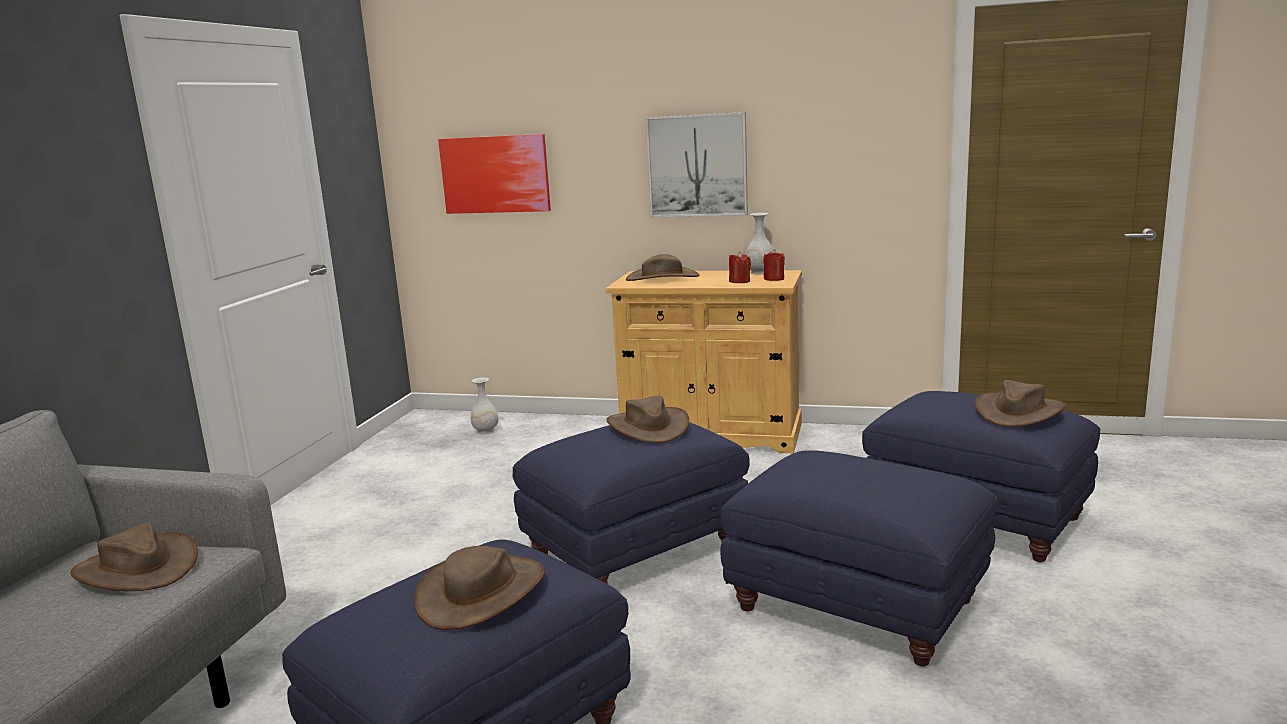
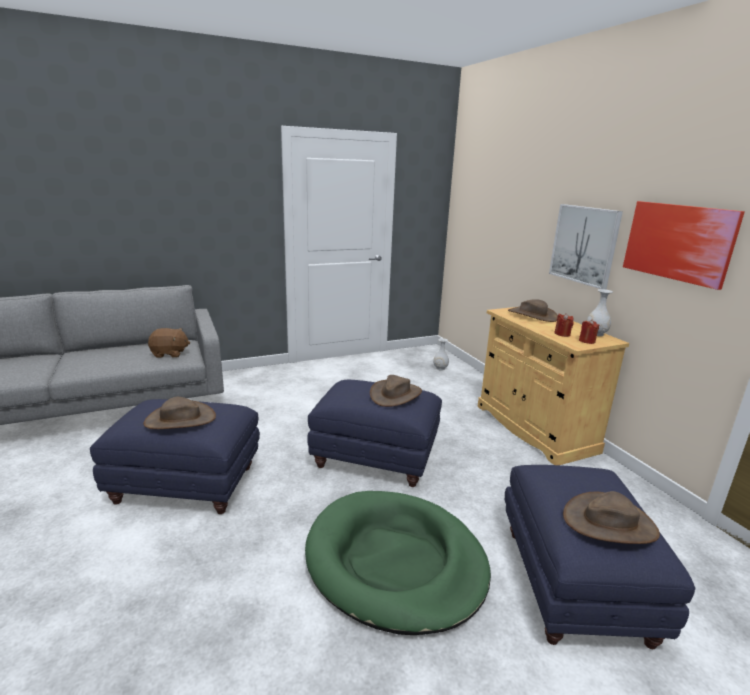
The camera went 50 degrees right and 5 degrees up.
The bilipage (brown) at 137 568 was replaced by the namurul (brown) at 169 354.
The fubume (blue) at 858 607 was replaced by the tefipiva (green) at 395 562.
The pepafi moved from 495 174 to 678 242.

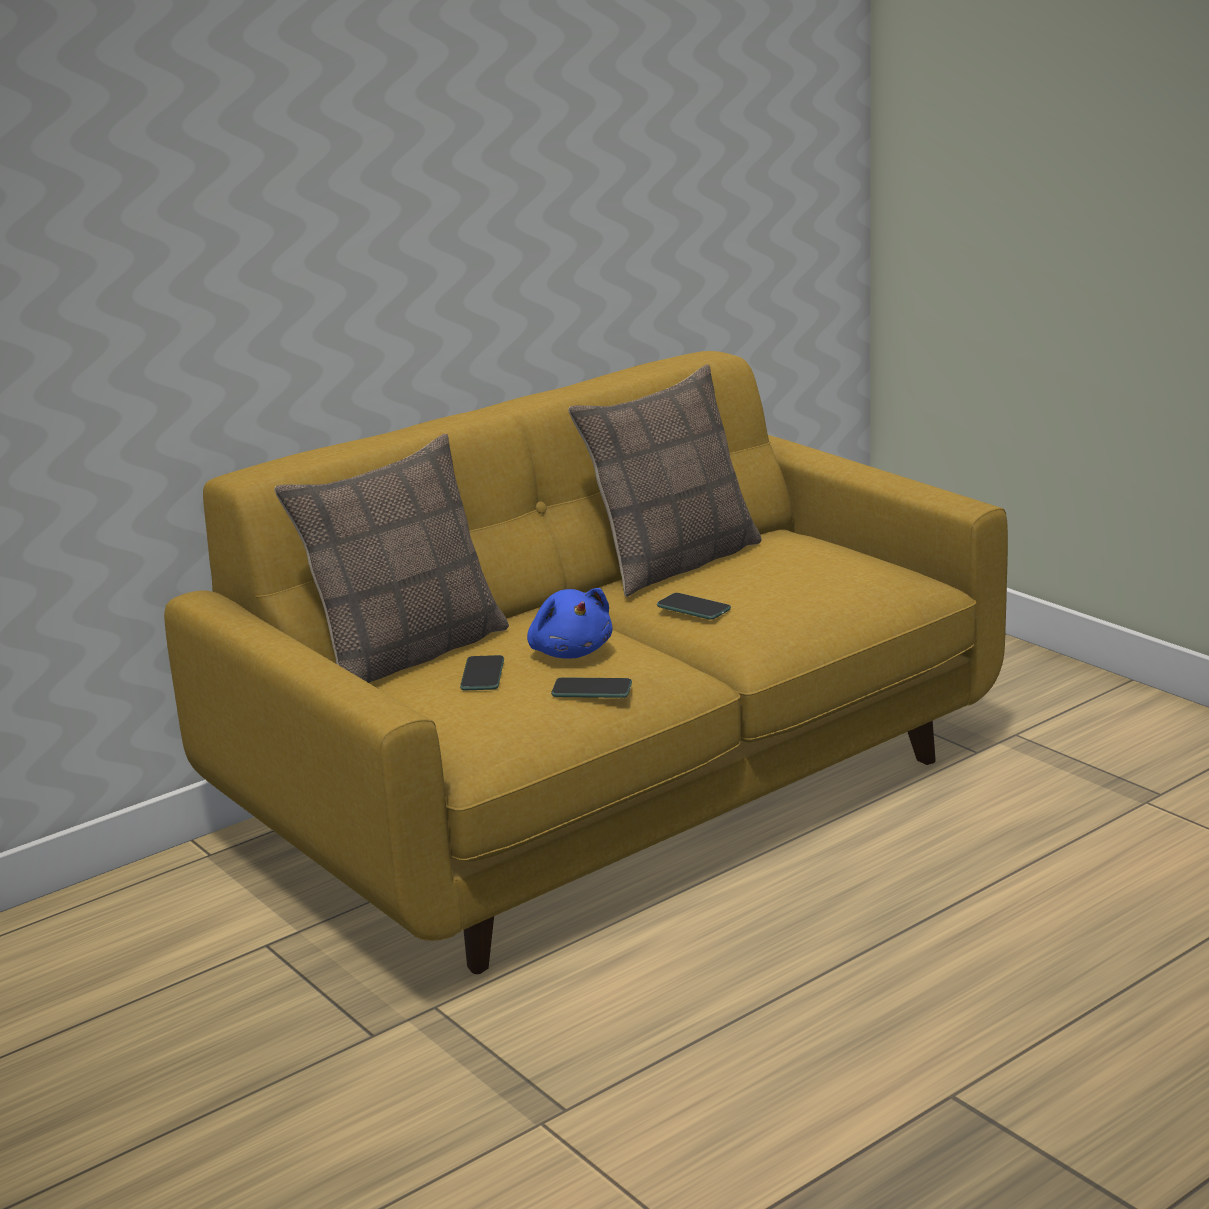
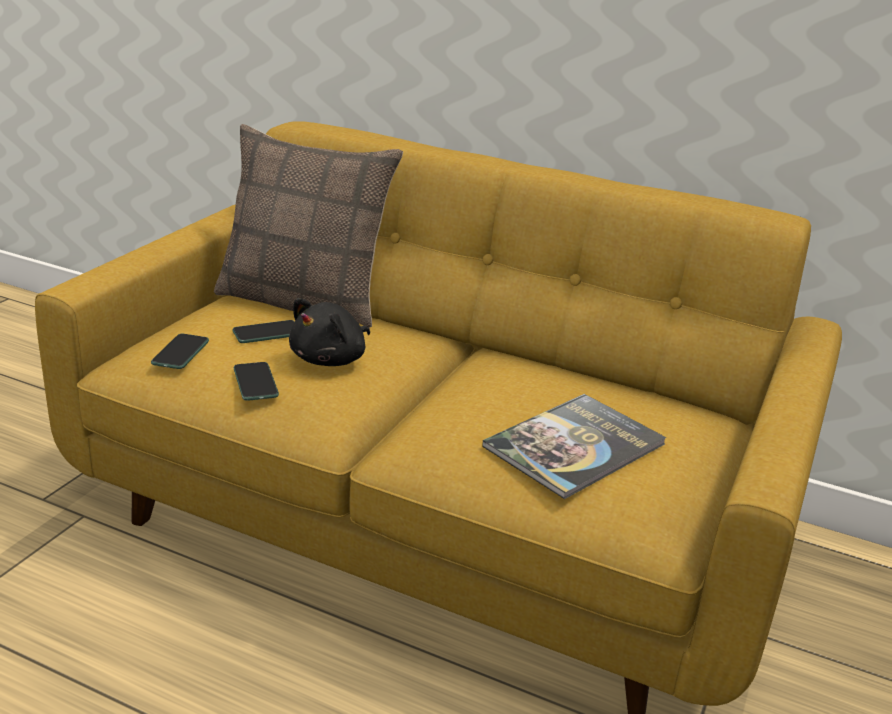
The camera went 60 degrees right and 5 degrees up.
The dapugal moved from 693 608 to 180 353.
The namurul (blue) at 570 652 became the namurul (black) at 331 359.
The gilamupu at 574 446 appeared.
The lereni at 673 562 disappeared.

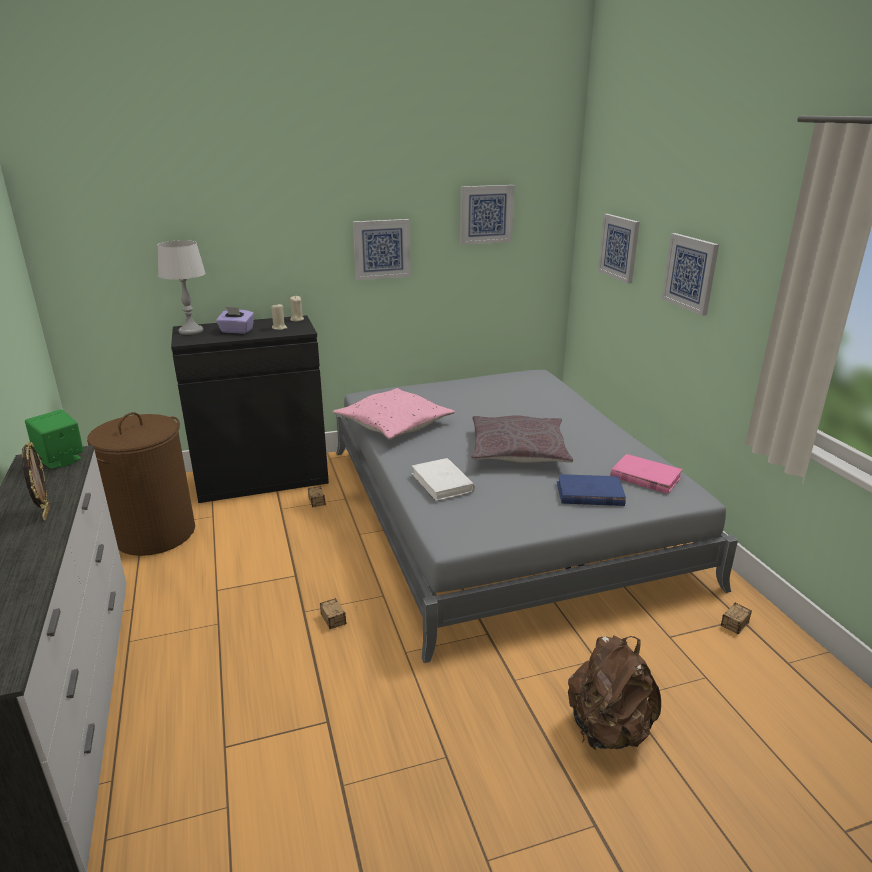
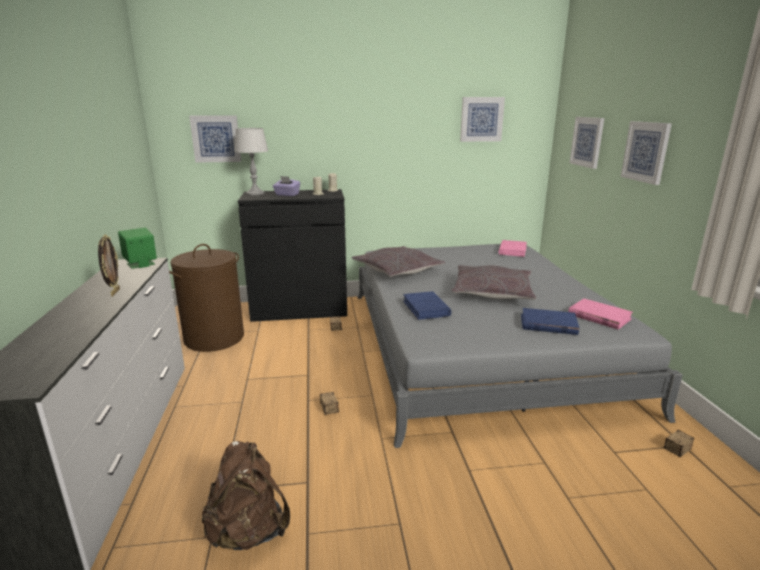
The camera went 10 degrees right and 5 degrees down.
The pepafi moved from 381 249 to 216 139.
The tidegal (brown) moved from 607 729 to 248 532.
The lereni (pink) at 394 424 became the lereni (grey) at 397 270.
The gilamupu (white) at 442 483 became the gilamupu (blue) at 426 308.
The gilamupu (pink) at 512 250 appeared.

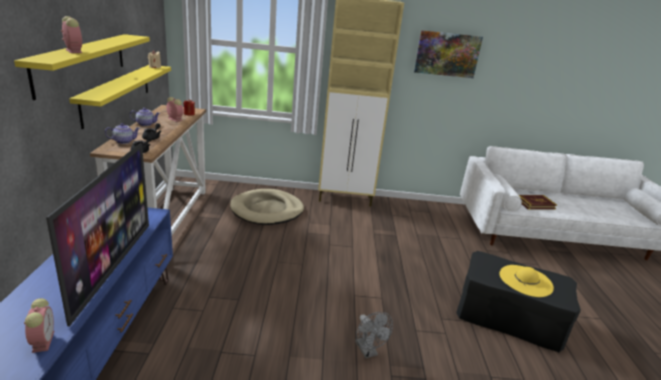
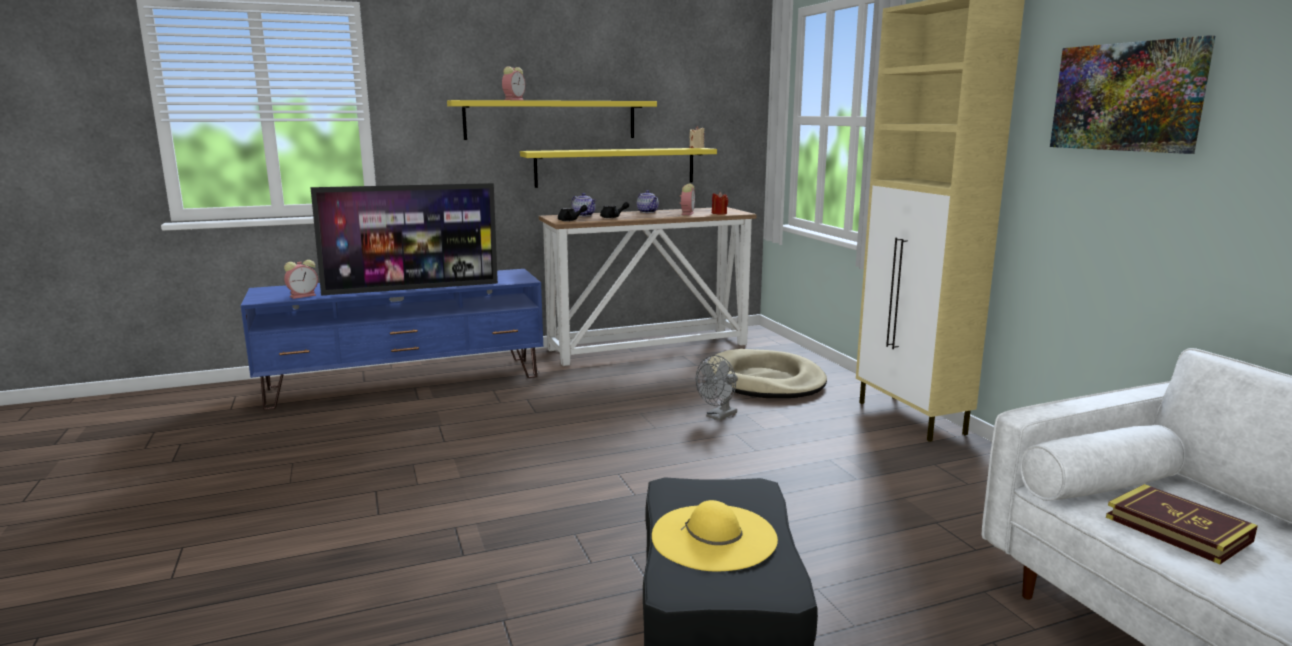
The camera went 70 degrees right and 10 degrees down.
The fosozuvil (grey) moved from 368 351 to 718 416.

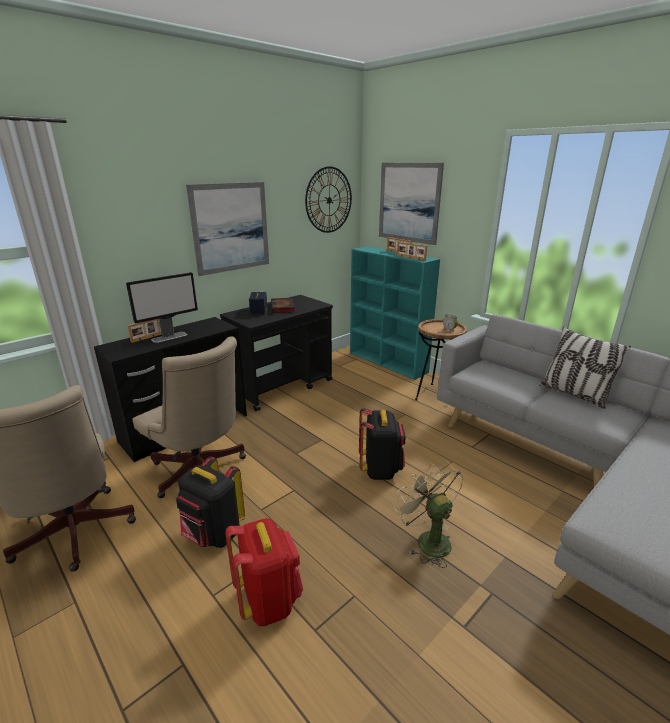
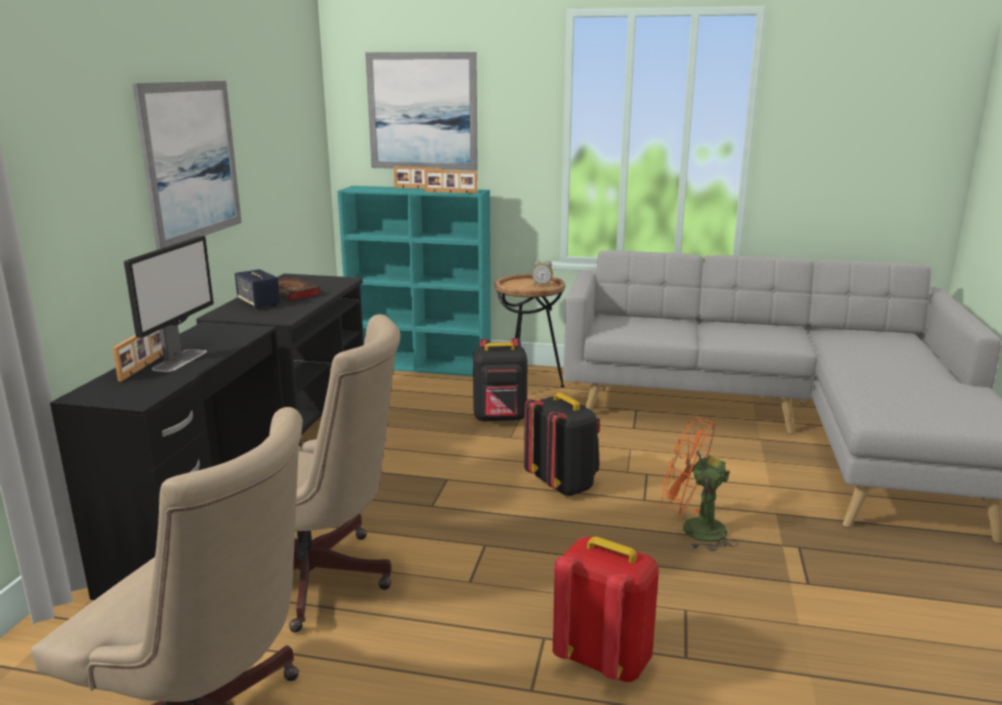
The camera went 35 degrees left and 5 degrees down.
The tidegal (black) moved from 213 535 to 500 419.
The fosozuvil (beige) at 427 539 became the fosozuvil (orange) at 693 529.
The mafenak at 329 200 disappeared.
The lereni at 574 394 disappeared.

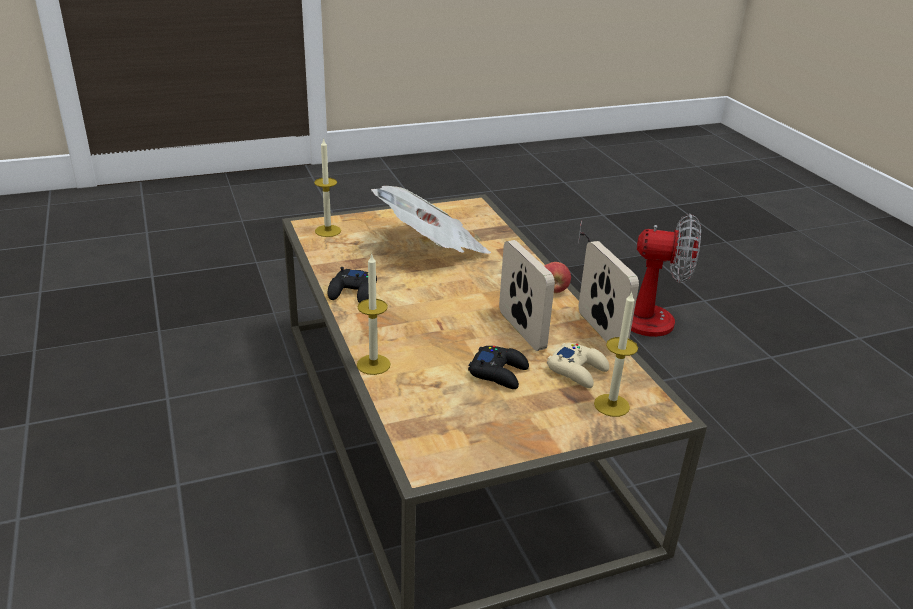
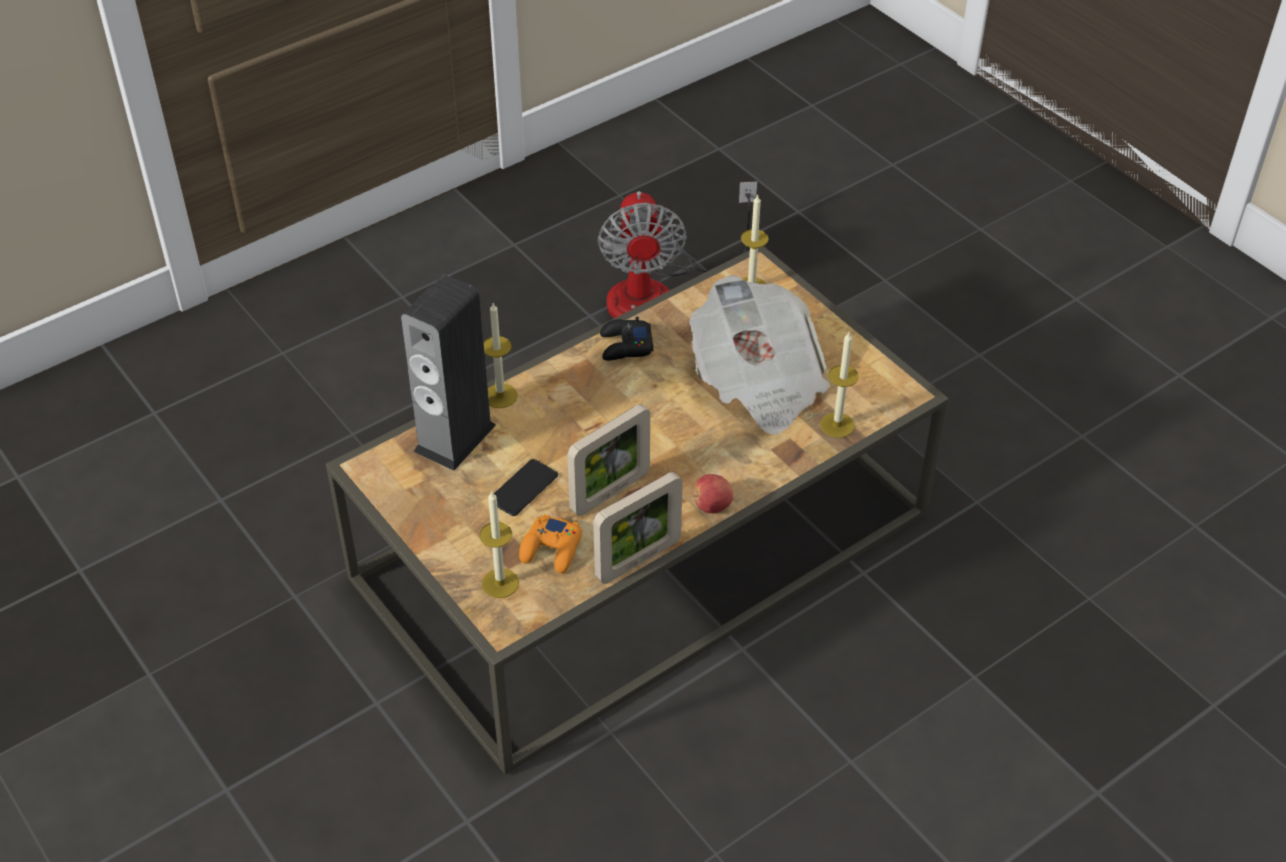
The camera went 75 degrees right and 15 degrees up.
The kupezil at 455 438 appeared.
The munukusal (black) at 499 372 was replaced by the dapugal at 523 488.
The munukusal (beige) at 578 370 became the munukusal (orange) at 552 549.
The fosozuvil moved from 634 311 to 659 292.
The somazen at 837 425 appeared.

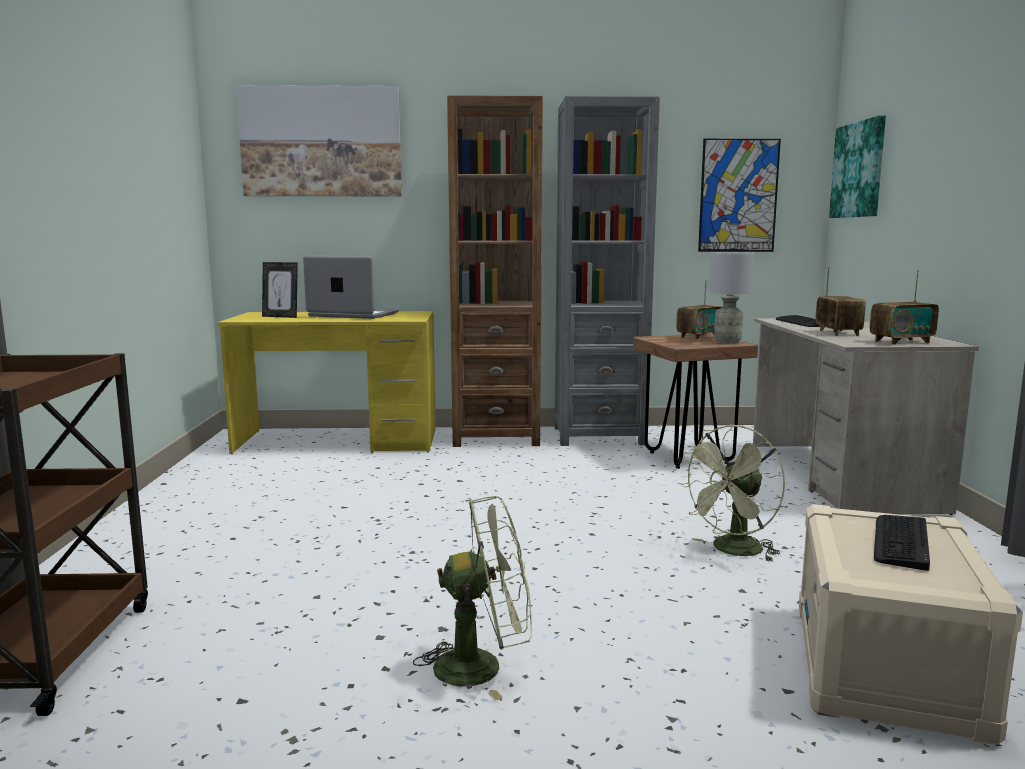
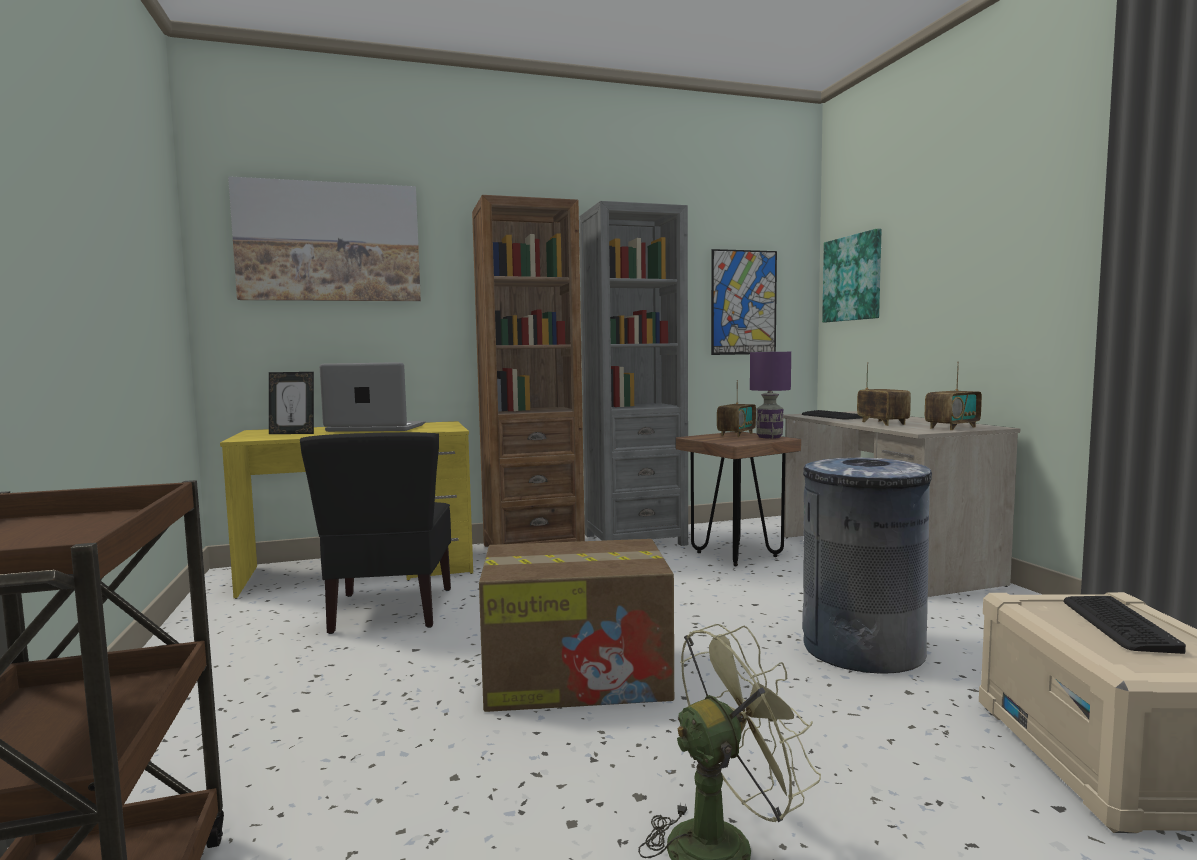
The camera went 15 degrees left and 5 degrees down.
The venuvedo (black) at 390 610 appeared.
The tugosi at 579 676 appeared.
The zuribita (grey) at 728 341 became the zuribita (purple) at 770 437.
The fosozuvil (green) at 733 551 was replaced by the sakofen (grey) at 861 649.

